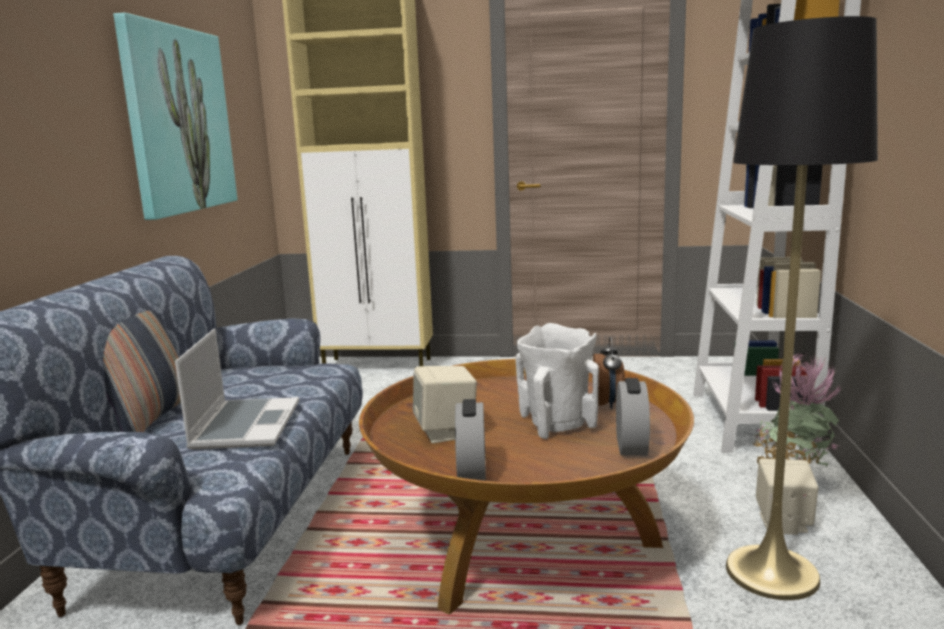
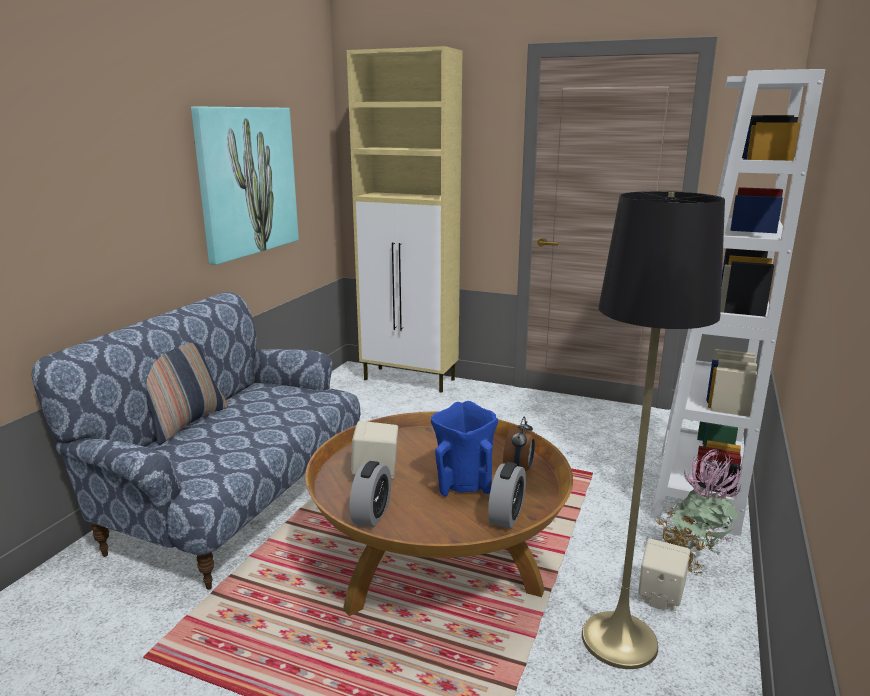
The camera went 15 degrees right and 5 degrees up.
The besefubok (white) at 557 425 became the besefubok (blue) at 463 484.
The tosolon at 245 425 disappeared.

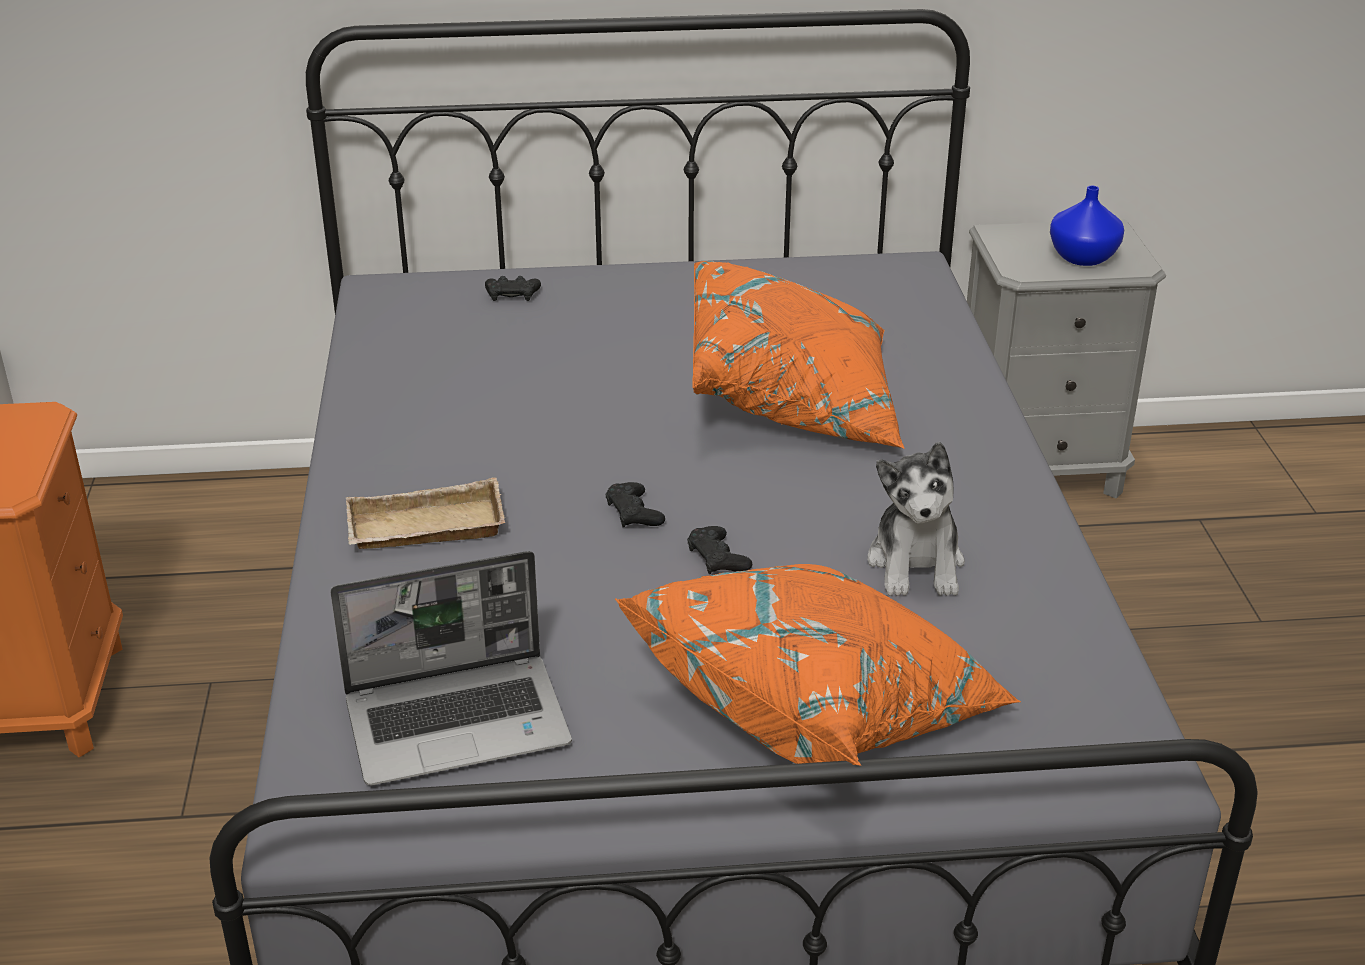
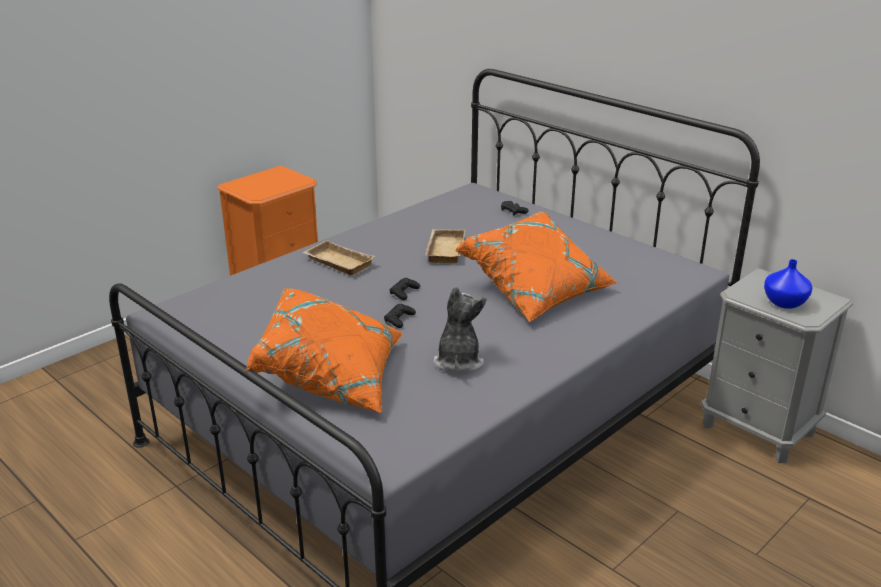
The camera went 50 degrees right and 5 degrees down.
The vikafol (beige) at 444 249 appeared.
The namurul at 916 564 turned 135 degrees clockwise.
The tosolon at 459 721 disappeared.

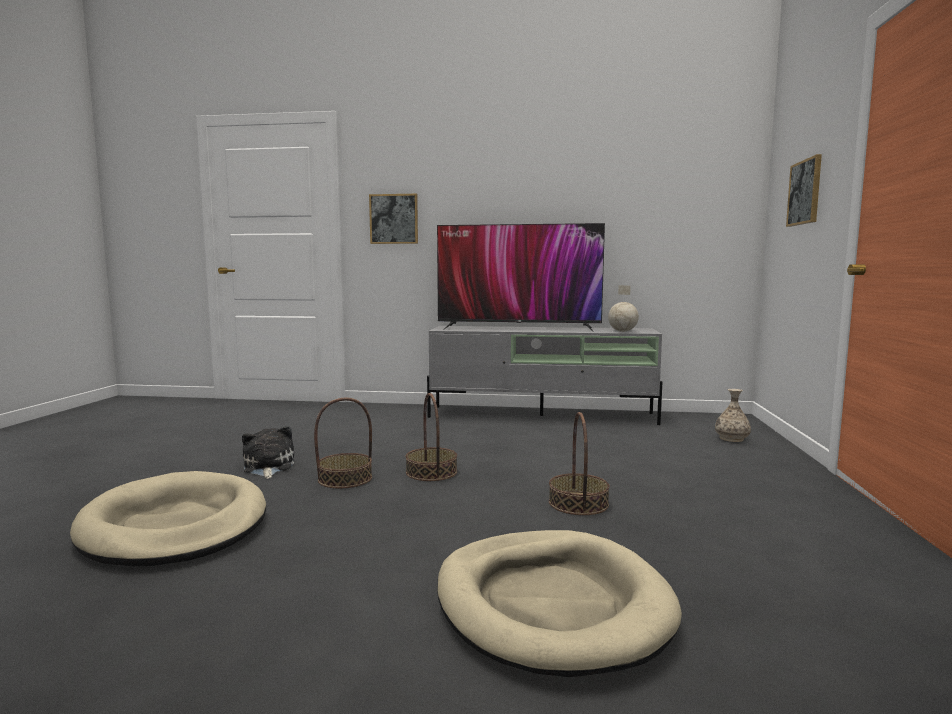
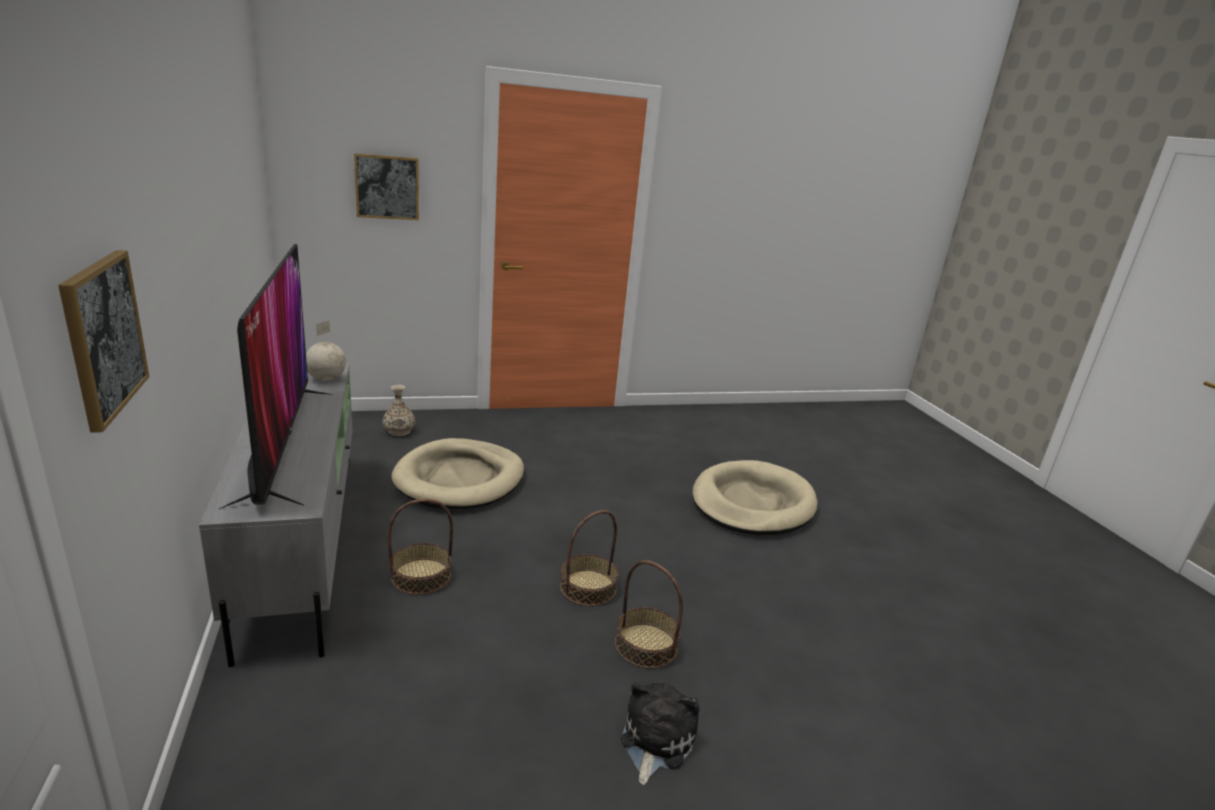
The camera went 115 degrees left and 15 degrees up.
The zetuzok moved from 578 503 to 421 576.
The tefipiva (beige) moved from 175 526 to 460 479.
The namurul at 268 467 turned 150 degrees clockwise.

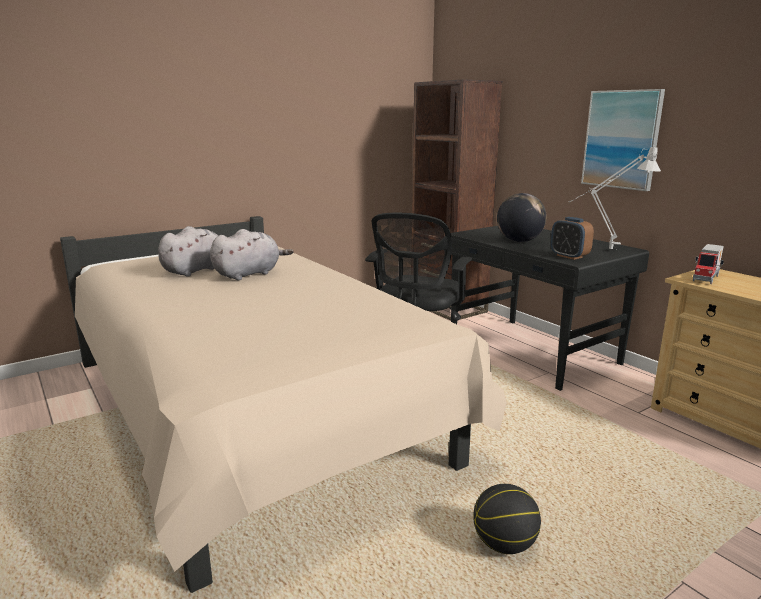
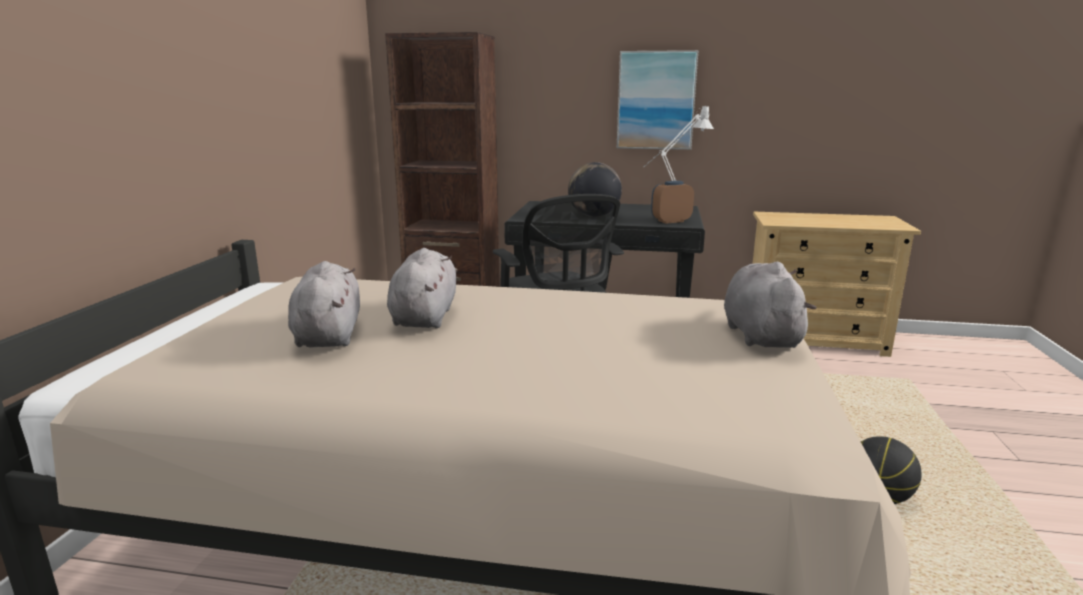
The camera went 45 degrees left and 0 degrees up.
The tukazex at 569 256 turned 150 degrees clockwise.
The namurul (grey) at 760 335 appeared.
The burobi at 707 278 disappeared.

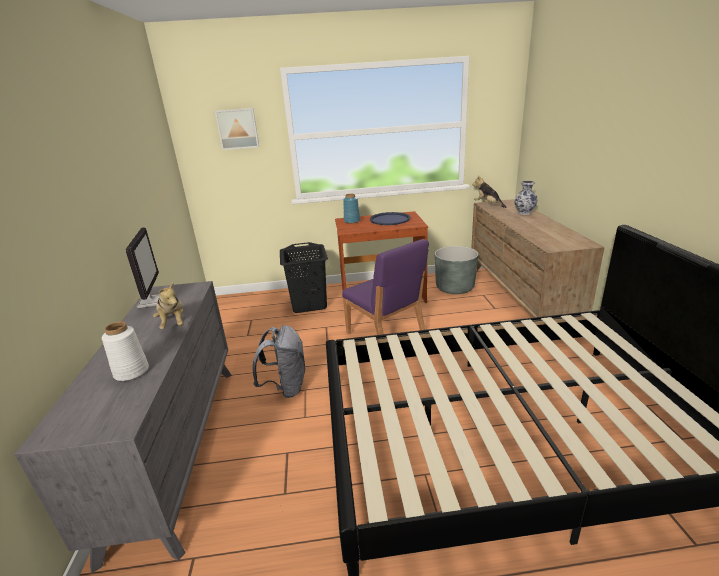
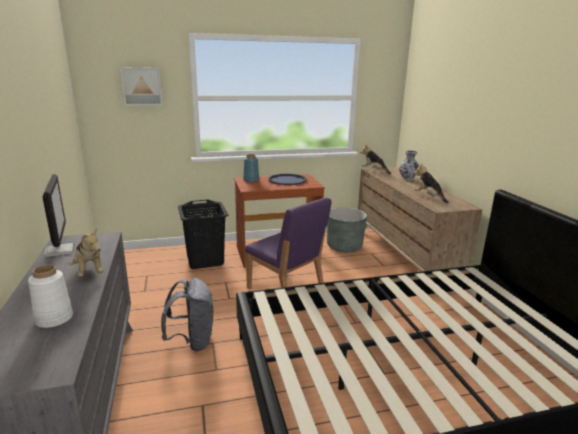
The camera went 10 degrees left and 5 degrees down.
The namurul at 429 197 appeared.

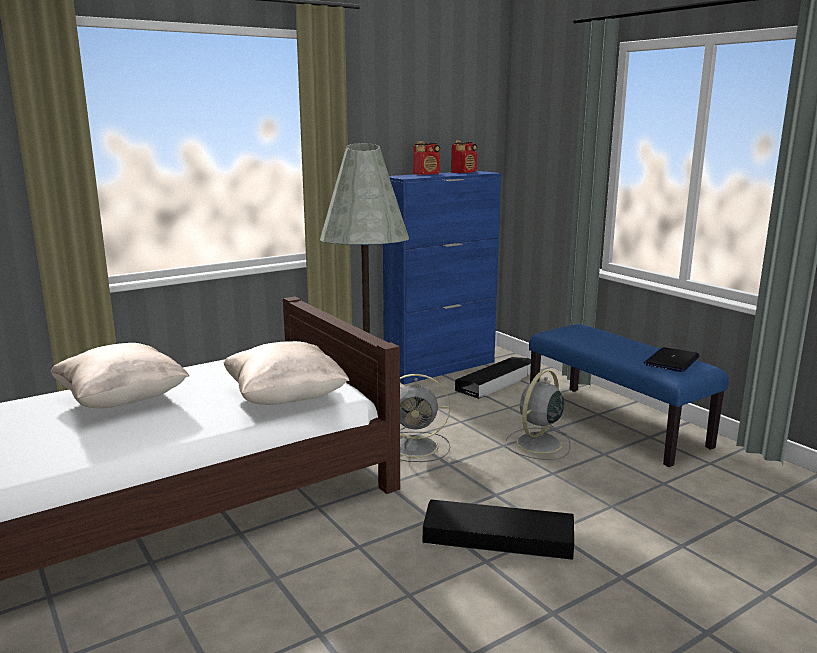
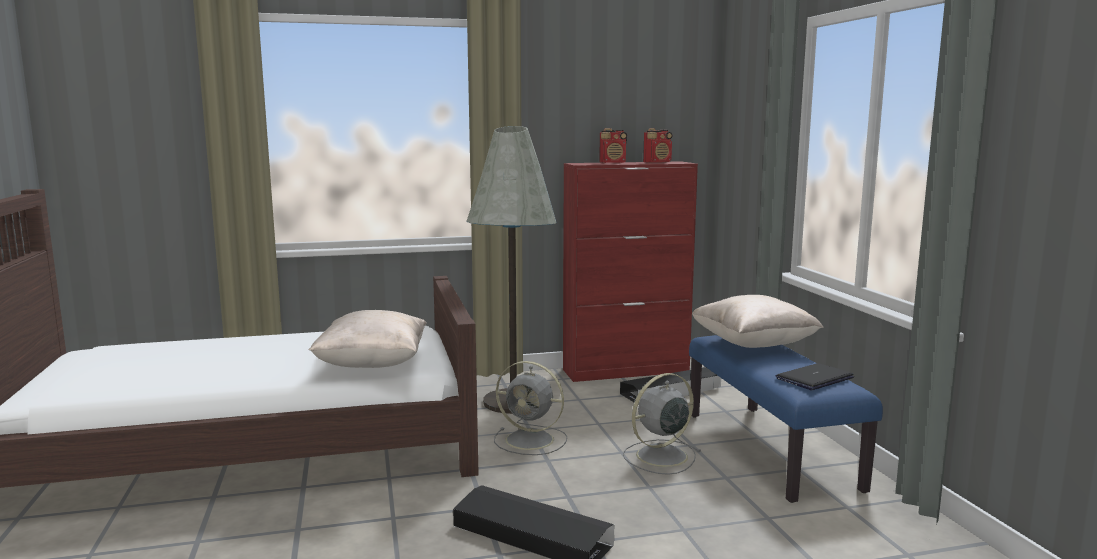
The camera went 20 degrees right and 5 degrees down.
The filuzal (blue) at 441 367 became the filuzal (red) at 626 371.
The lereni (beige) moved from 122 401 to 753 345.

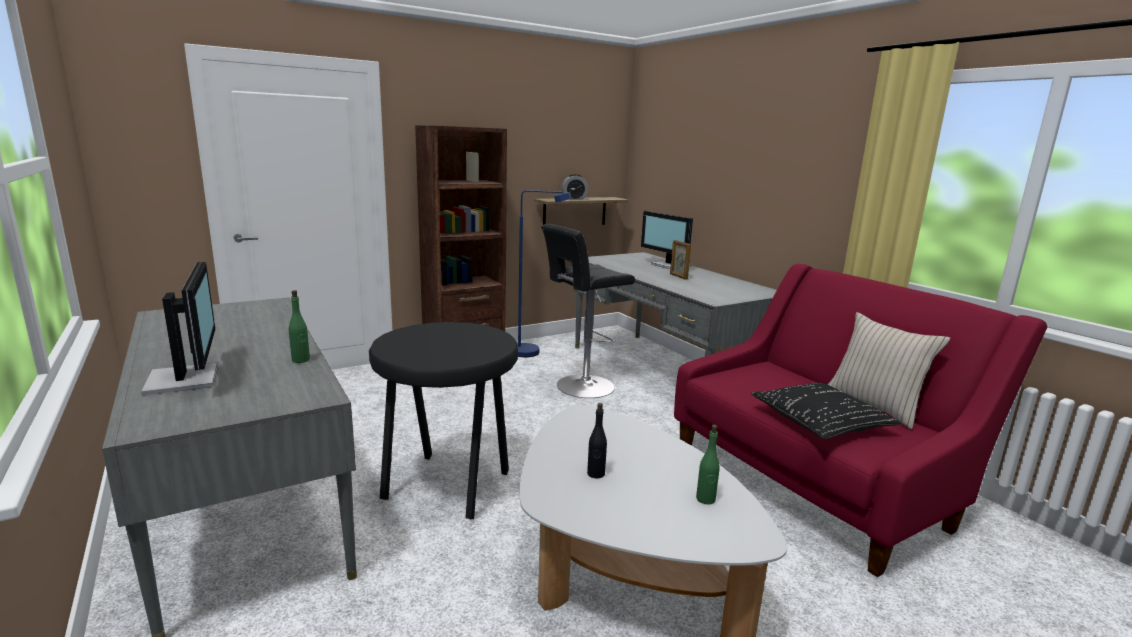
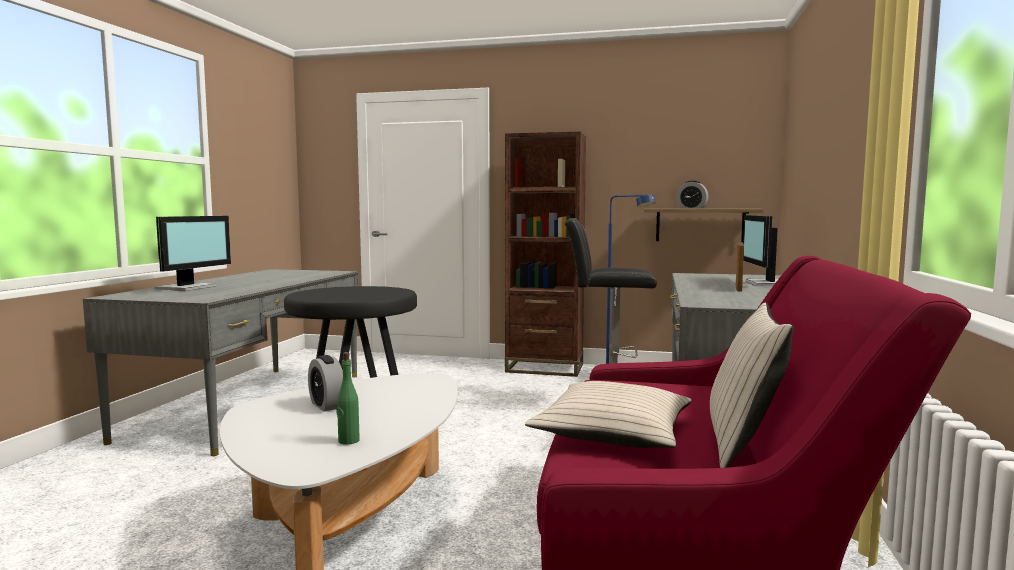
The camera went 45 degrees right and 10 degrees down.
The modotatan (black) at 596 474 was replaced by the tukazex at 327 405.
The lereni (black) at 820 421 became the lereni (beige) at 614 432.
The modotatan (green) at 301 360 disappeared.

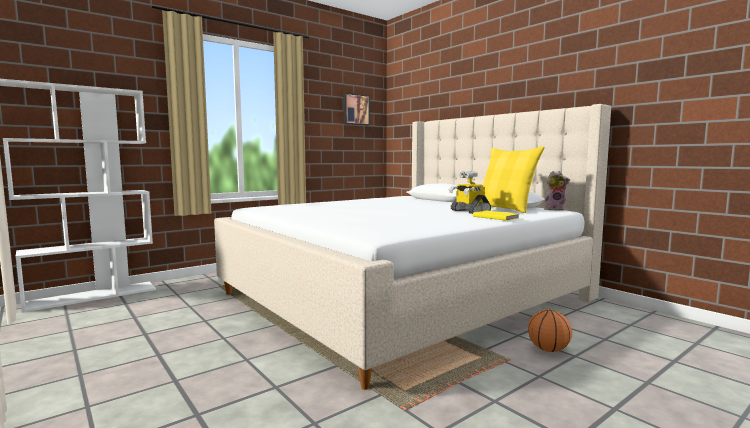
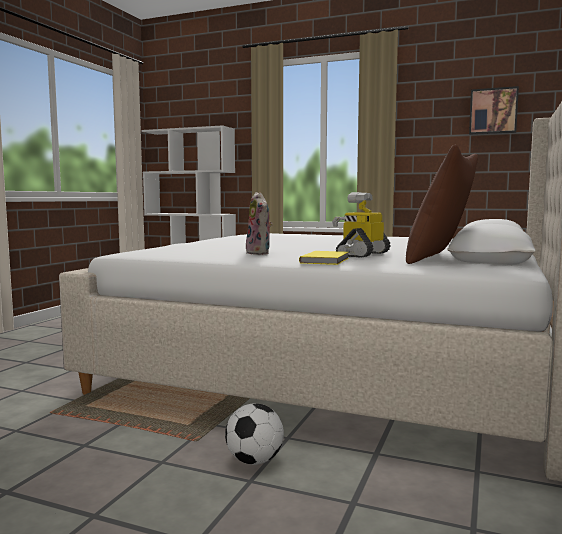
The camera went 60 degrees right and 0 degrees up.
The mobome at 548 350 was replaced by the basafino at 254 461.
The namurul moved from 554 209 to 260 253.
The lereni (yellow) at 505 209 became the lereni (brown) at 439 259.

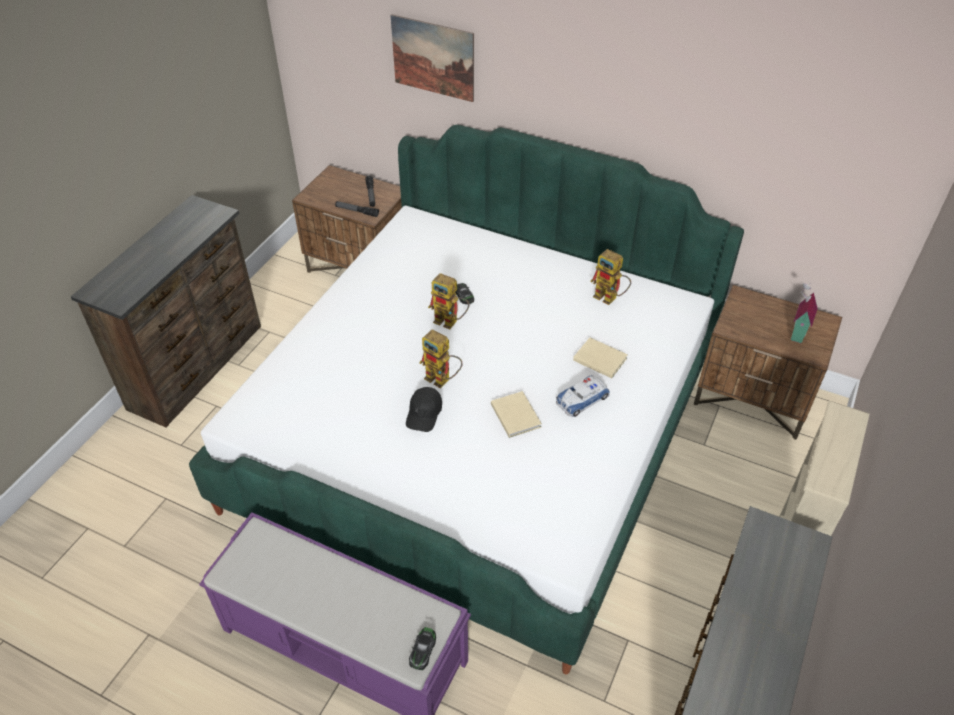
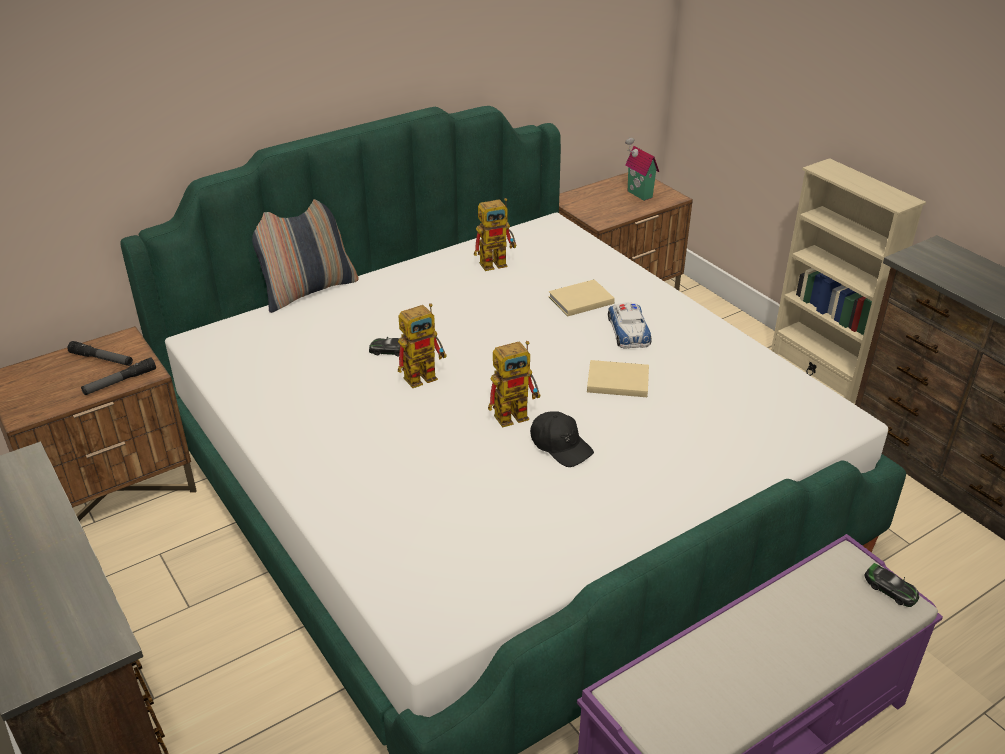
The camera went 60 degrees left and 10 degrees down.
The lereni at 308 290 appeared.
The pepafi at 433 58 disappeared.

